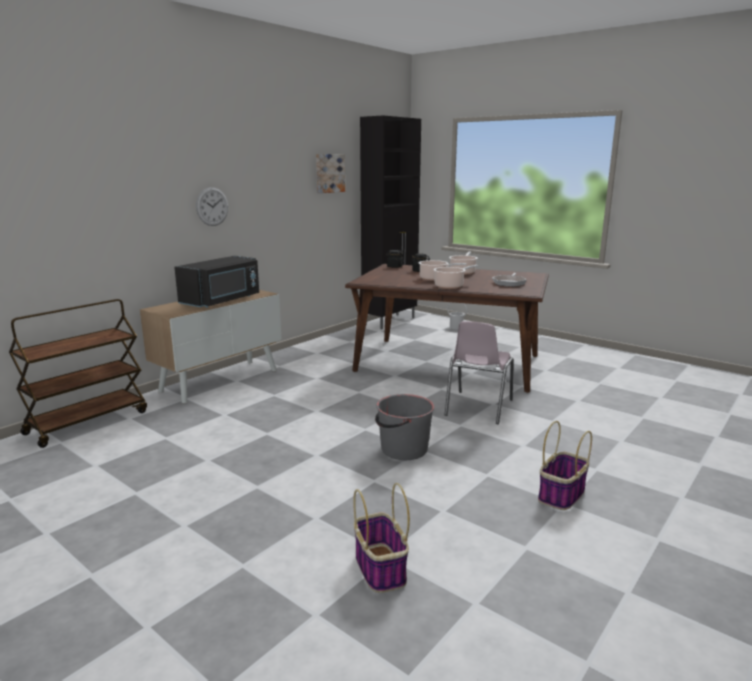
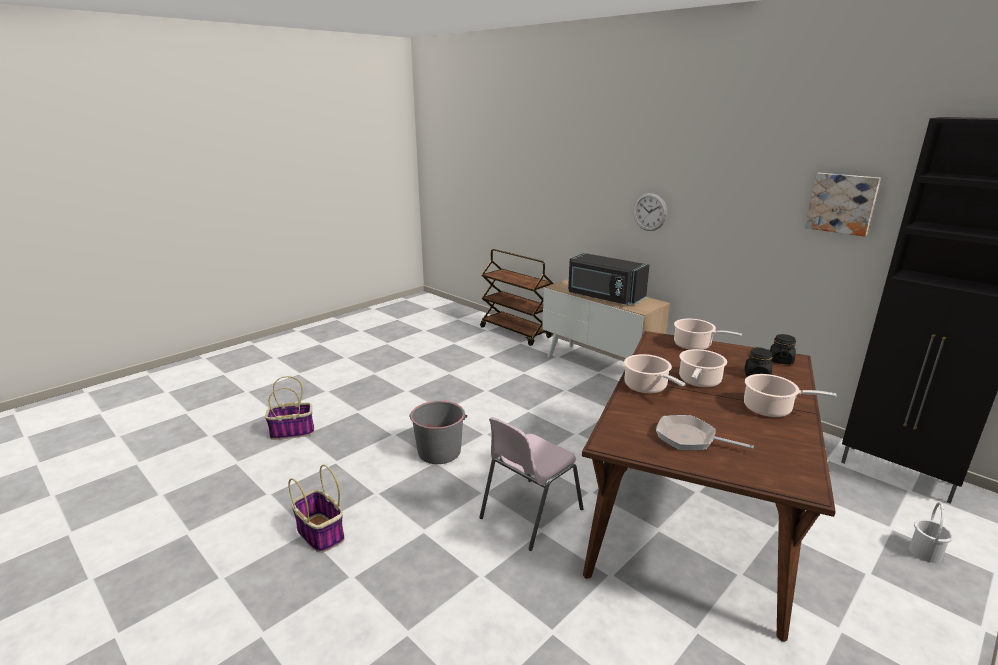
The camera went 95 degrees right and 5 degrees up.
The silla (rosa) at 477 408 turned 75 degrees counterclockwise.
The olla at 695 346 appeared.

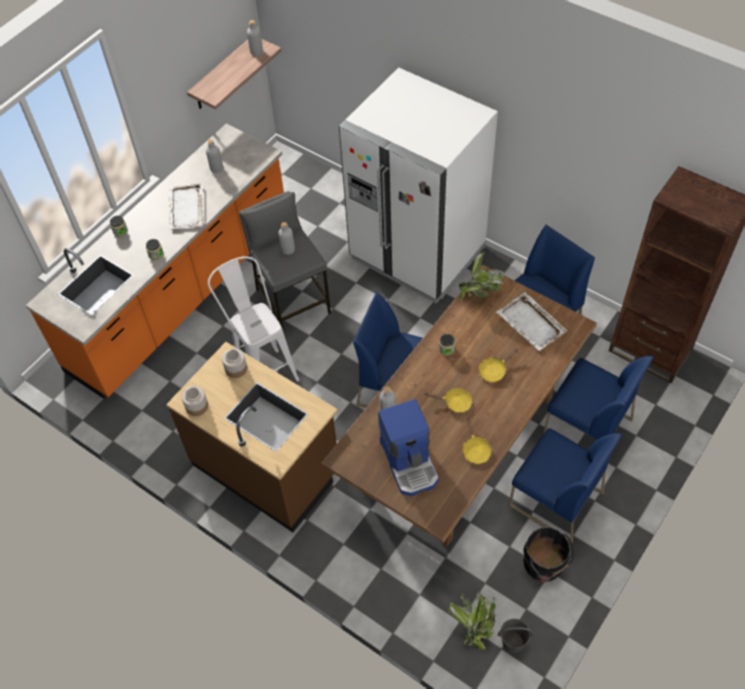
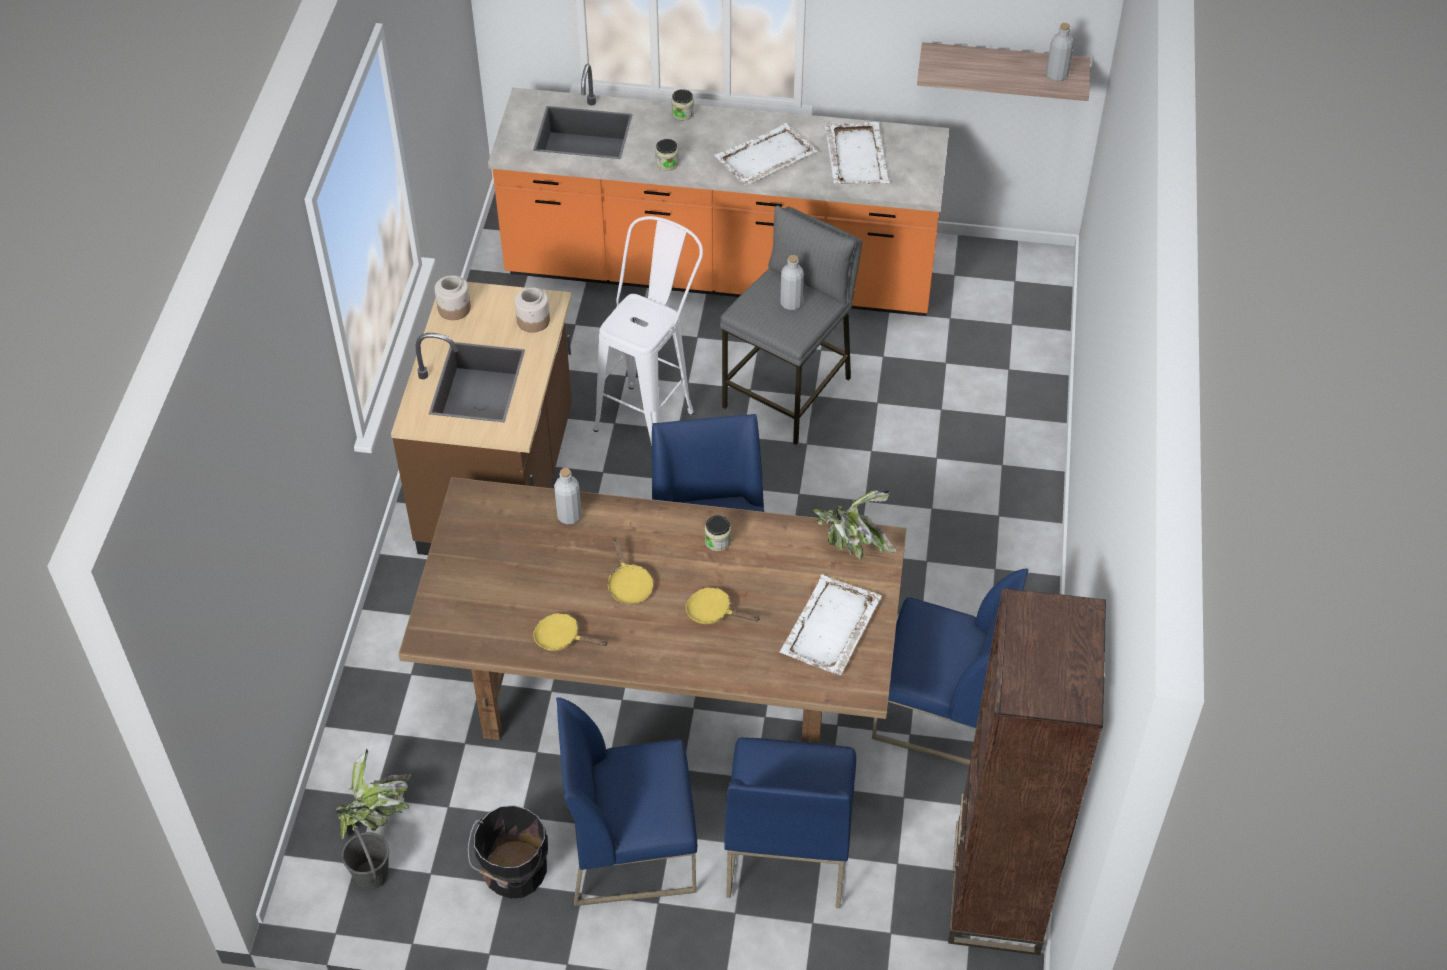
The camera went 60 degrees right and 5 degrees down.
The sartén (amarillo) at 475 449 turned 60 degrees clockwise.
The silla (azul) at 555 499 turned 75 degrees clockwise.
The botella (gris) at 216 169 was replaced by the bandeja (blanco) at 856 155.
The nevera (blanco) at 417 253 disappeared.
The cafetera at 410 462 disappeared.

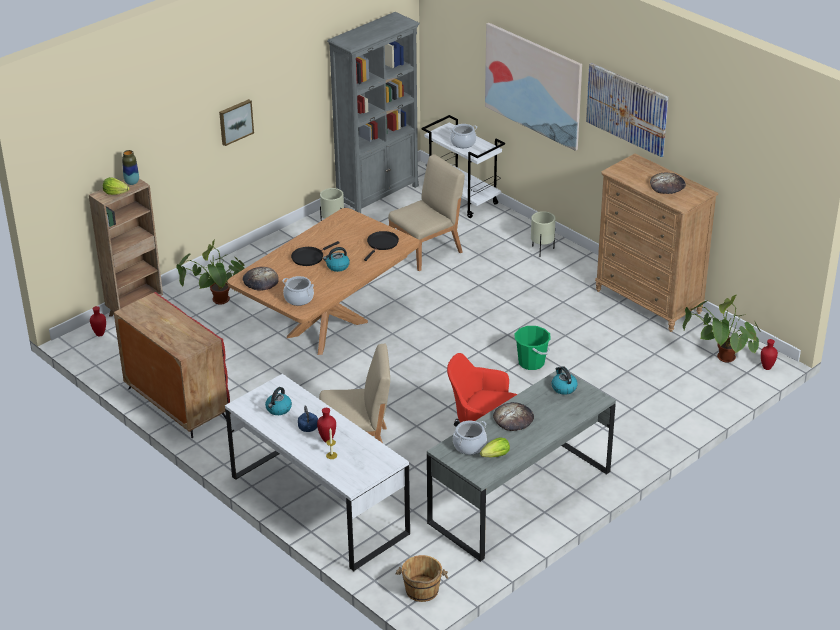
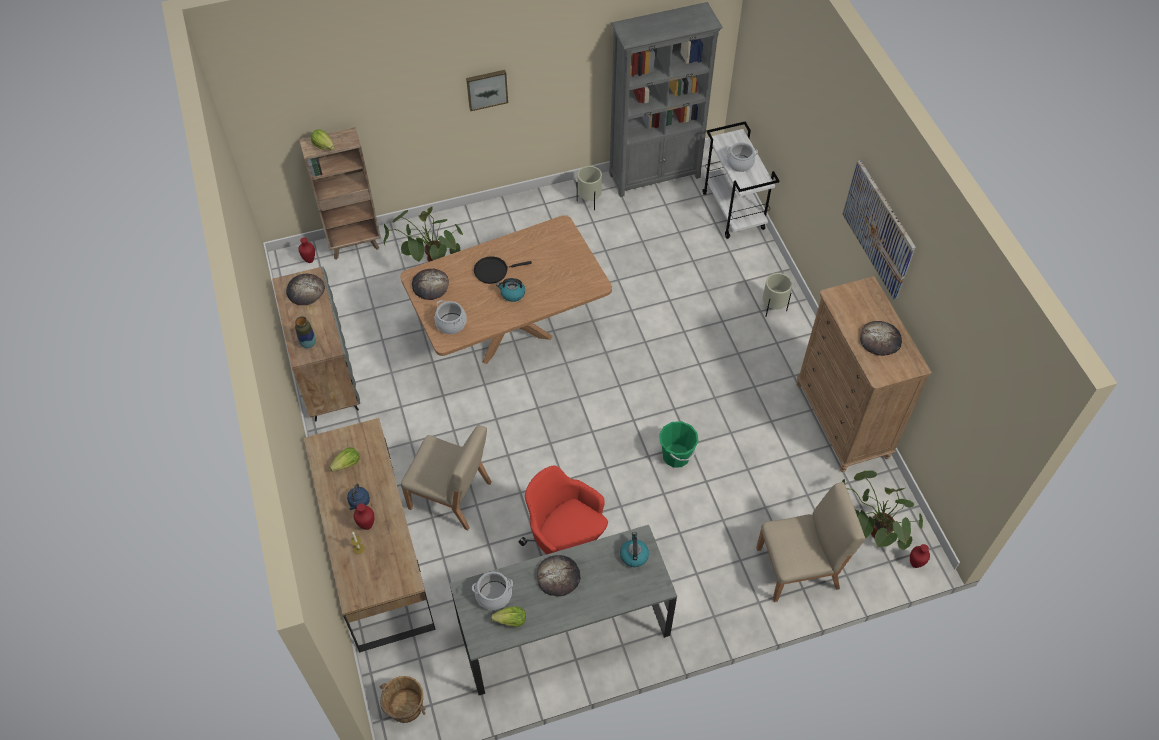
The camera went 25 degrees right and 20 degrees up.
The armario (rojo) at 176 403 became the armario (gris) at 326 372.
The pan at 305 290 appeared.
The florero moved from 132 182 to 308 344.
The escritorio (blanco) at 319 505 became the escritorio (marrón) at 376 554.
The hervidor at 278 409 was replaced by the lechuga at 347 464.
The silla (beis) moved from 427 251 to 799 568.
The sartén (negro) at 382 244 disappeared.
The cuadro at 533 85 disappeared.

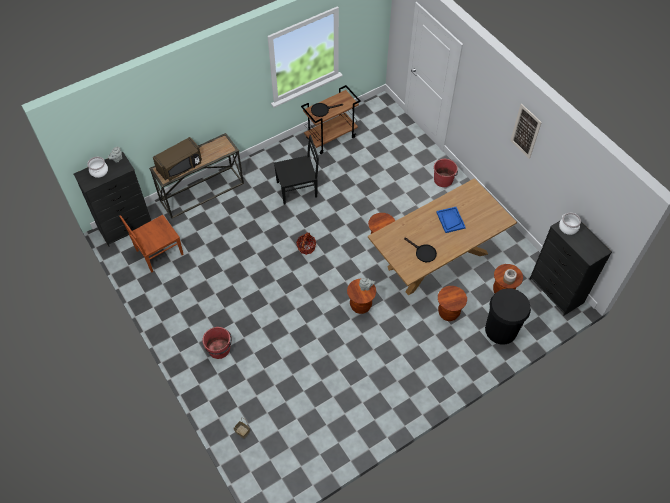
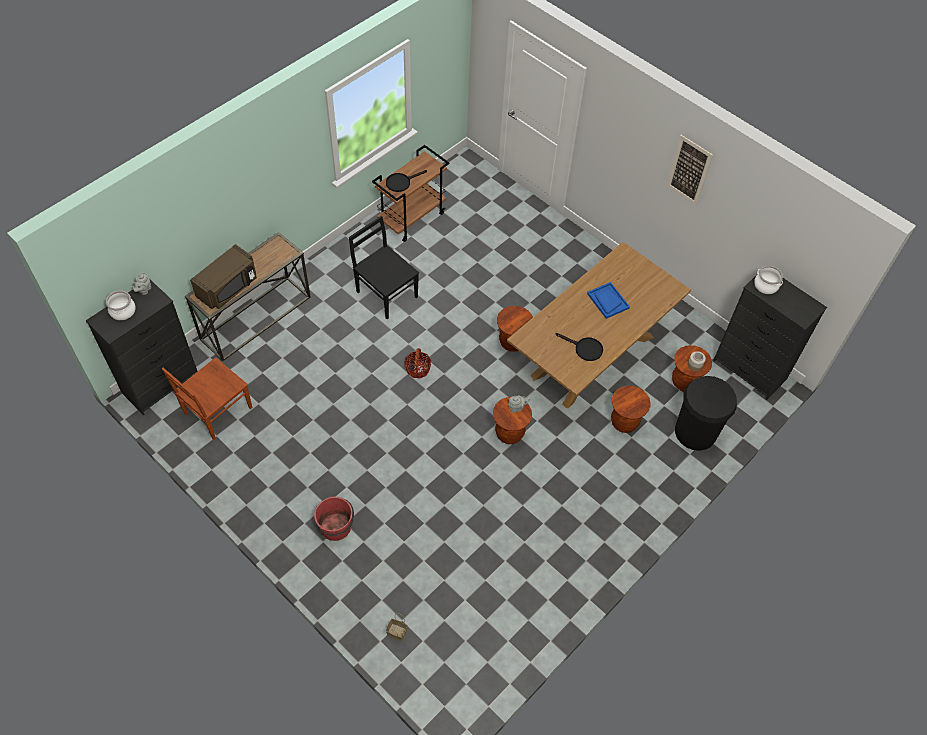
The camera went 15 degrees left and 0 degrees up.
The silla (negro) at 298 189 turned 105 degrees counterclockwise.
The cubo (rojo) at 443 180 disappeared.

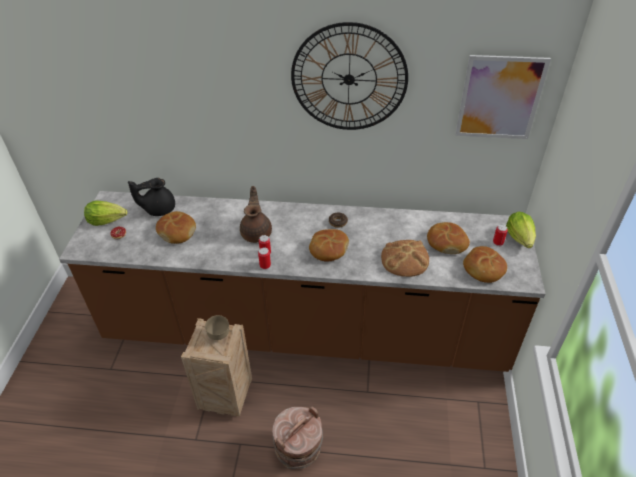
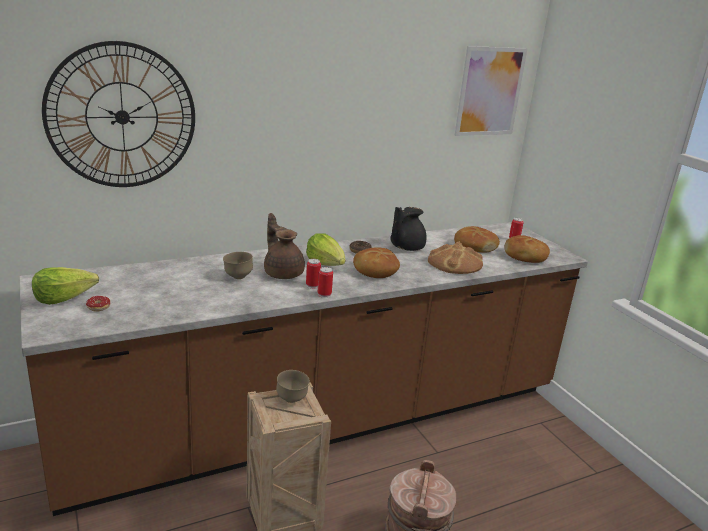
The camera went 35 degrees left and 20 degrees down.
The reloj de pared moved from 349 79 to 122 117.
The cuenco (marrón) at 237 277 appeared.
The lechuga moved from 520 238 to 326 264.
The tetera (negro) moved from 158 209 to 405 247.
The pan at 177 231 disappeared.

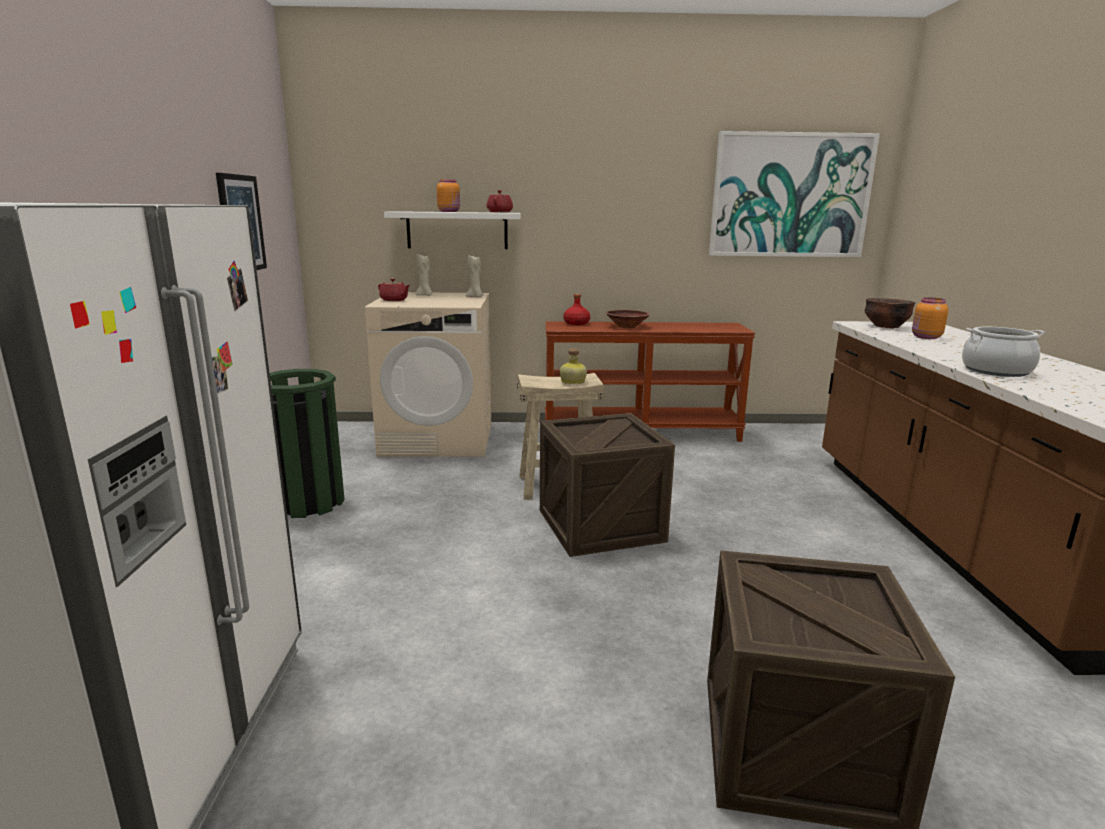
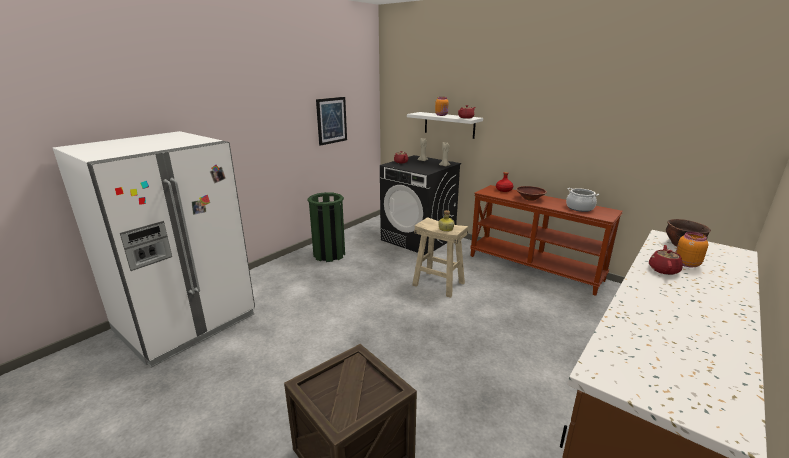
The camera went 40 degrees right and 5 degrees up.
The lavadora (beis) at 438 439 became the lavadora (negro) at 418 239.
The olla moved from 996 371 to 579 208.
The tetera (rojo) at 663 269 appeared.
The caja de embalaje at 600 525 disappeared.
The cuadro at 790 196 disappeared.

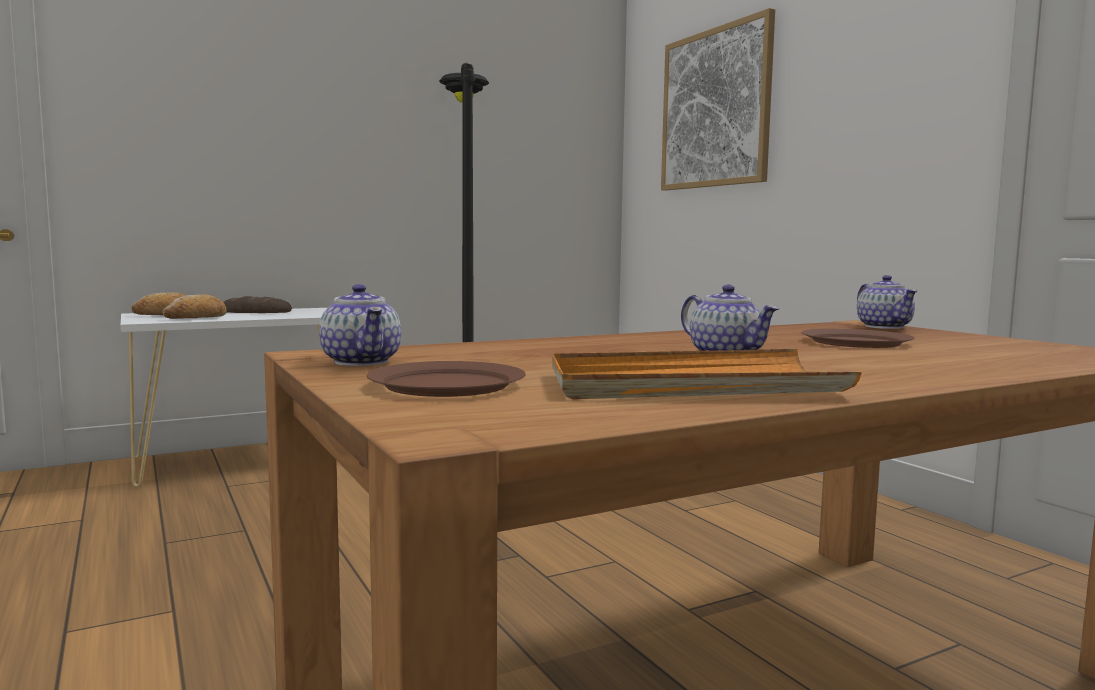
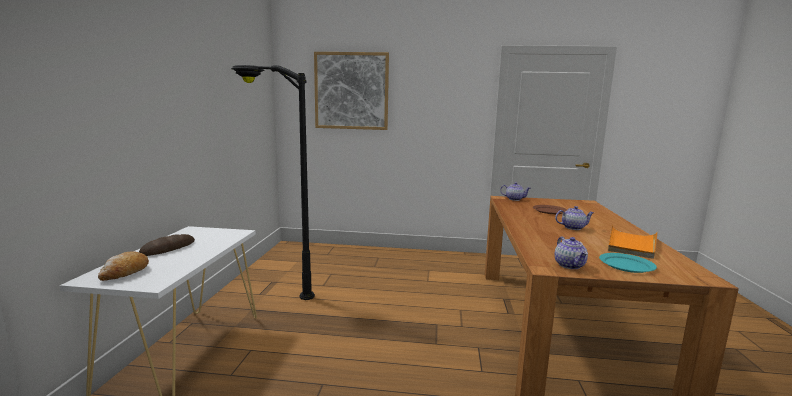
The camera went 55 degrees left and 5 degrees up.
The tetera at 362 362 turned 75 degrees clockwise.
The plato (marrón) at 446 384 became the plato (turquesa) at 626 265.
The pan at 196 318 disappeared.

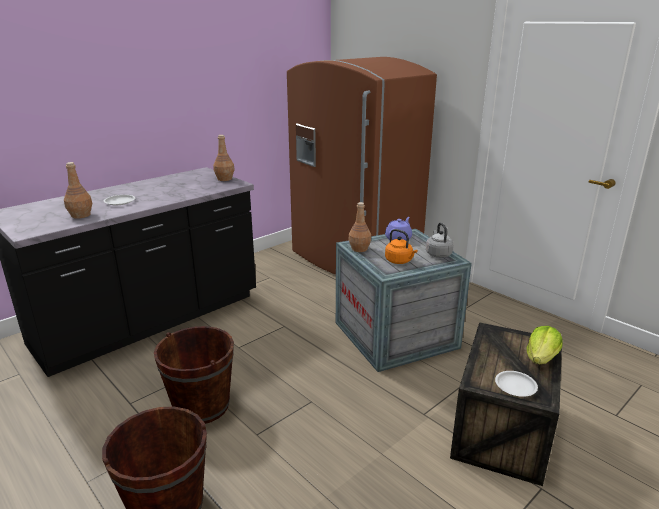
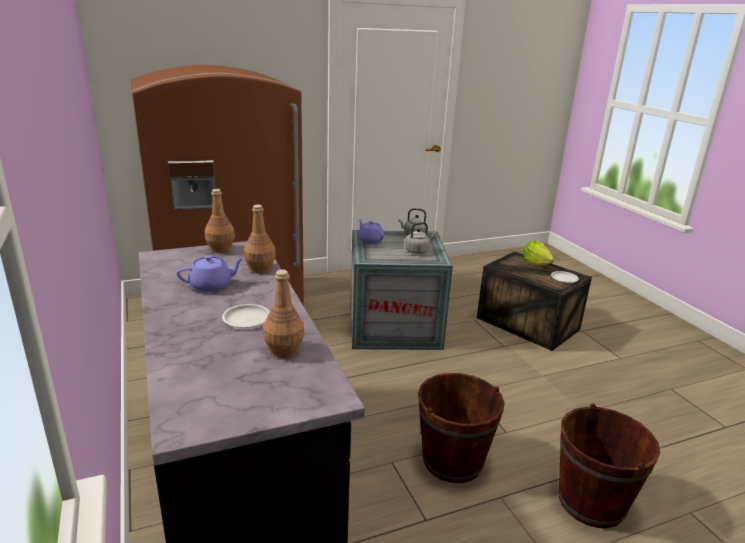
The camera went 70 degrees left and 0 degrees up.
The tetera (morado) at 212 285 appeared.
The botella (marrón) moved from 359 249 to 260 269.
The hervidor (naranja) at 399 261 became the hervidor (gris) at 418 251.

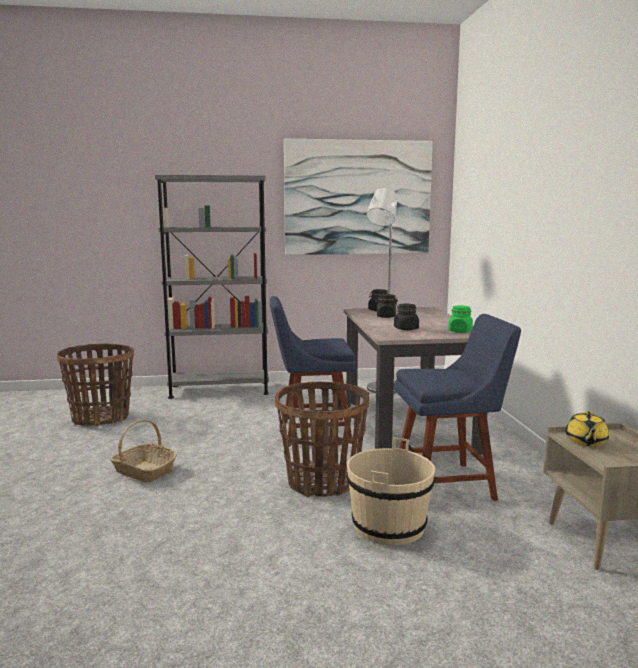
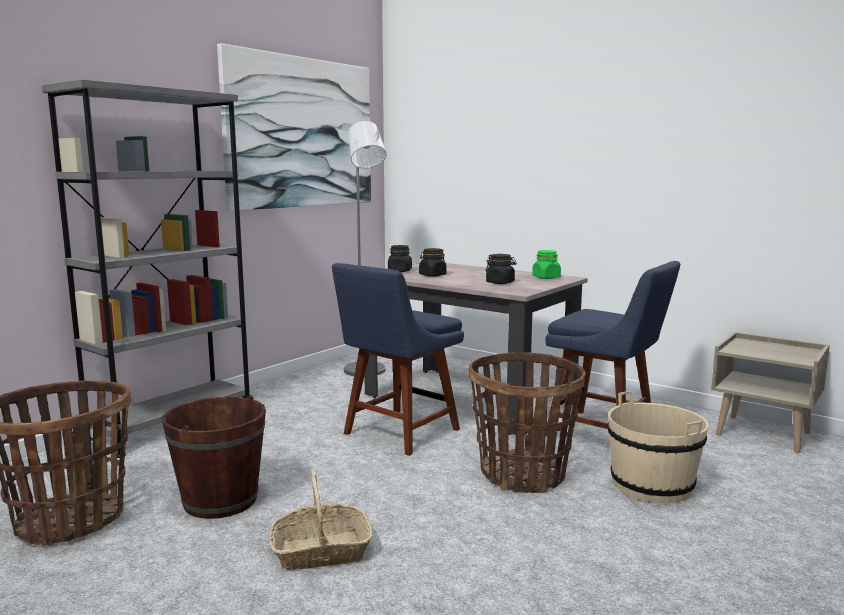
The camera went 45 degrees left and 0 degrees up.
The cubo (marrón) at 220 501 appeared.
The silla (azul) at 449 483 turned 90 degrees clockwise.
The tetera (amarillo) at 586 442 disappeared.

